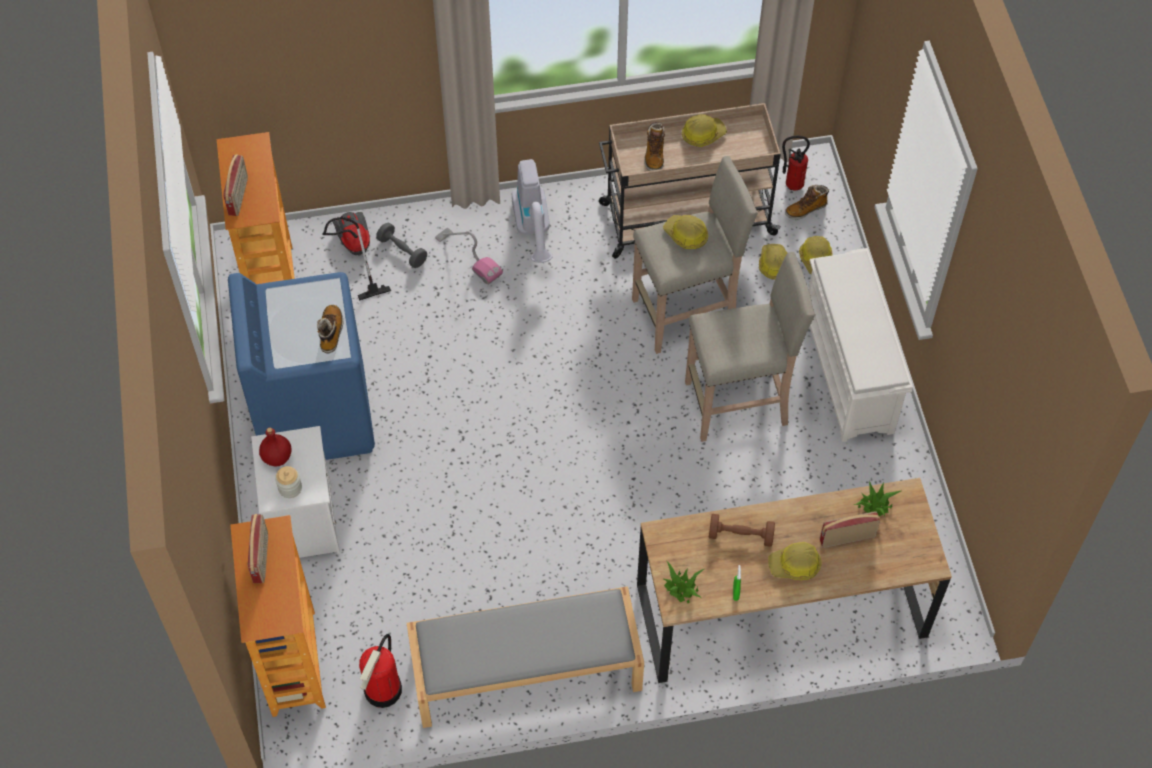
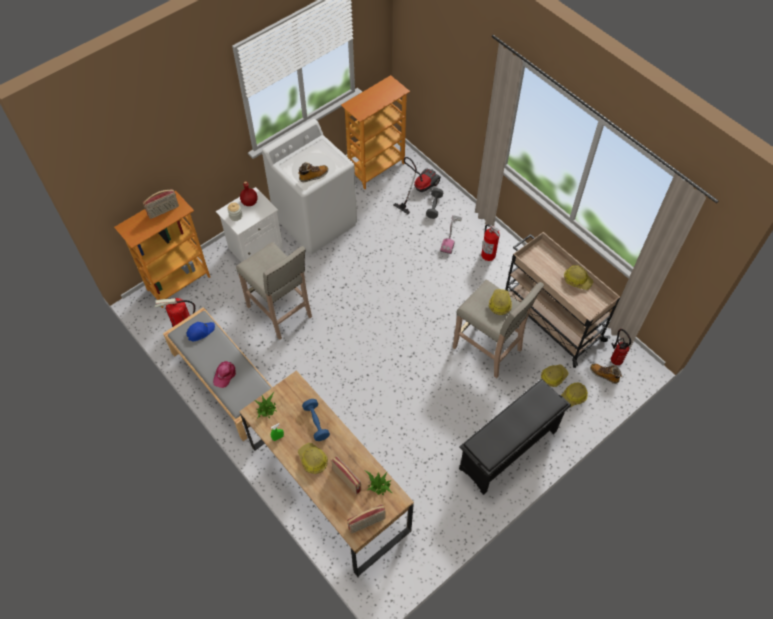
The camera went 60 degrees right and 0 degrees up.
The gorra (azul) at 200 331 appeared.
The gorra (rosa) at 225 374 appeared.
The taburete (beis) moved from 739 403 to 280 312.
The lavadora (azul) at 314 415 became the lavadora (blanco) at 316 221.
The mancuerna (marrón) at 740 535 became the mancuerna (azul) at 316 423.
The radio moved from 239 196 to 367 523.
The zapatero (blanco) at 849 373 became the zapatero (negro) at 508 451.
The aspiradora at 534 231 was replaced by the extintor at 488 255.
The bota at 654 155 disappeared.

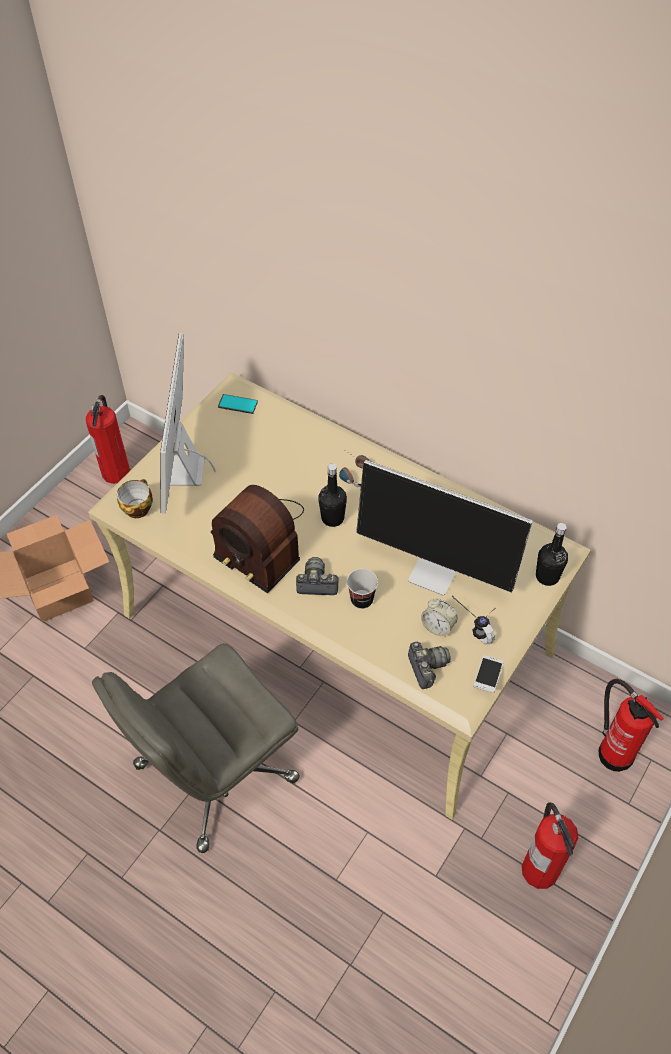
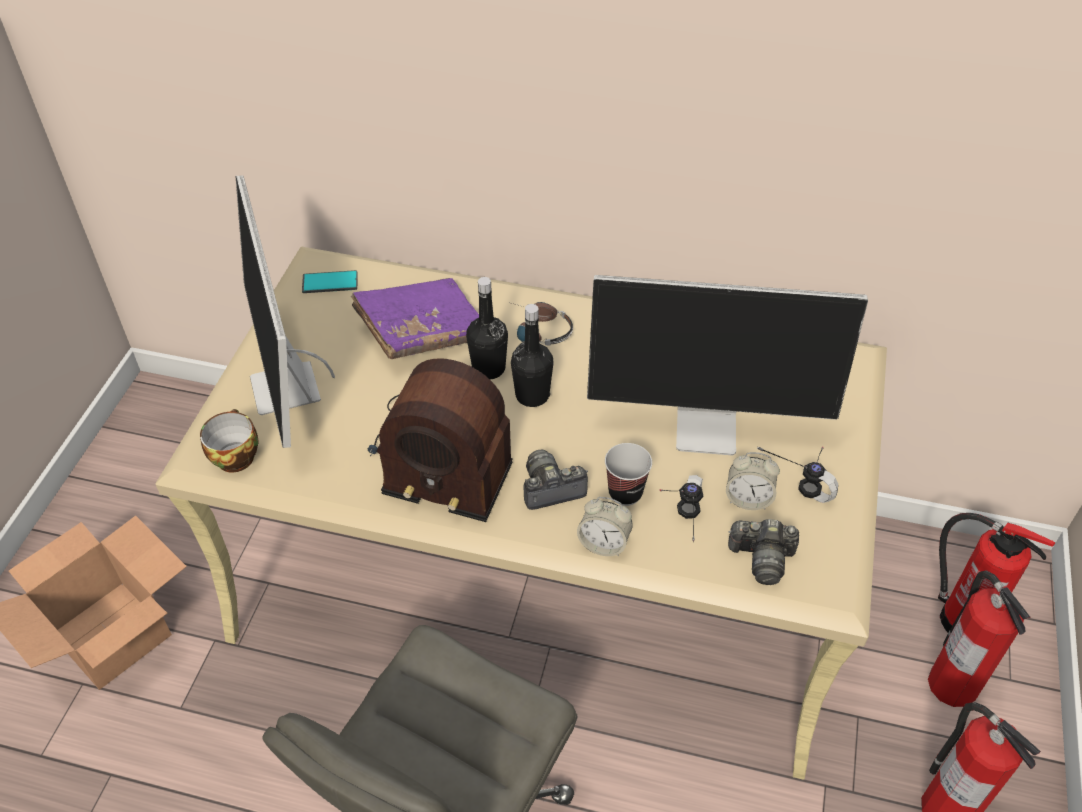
The camera went 20 degrees left and 5 degrees down.
The libro (morado) at 422 332 appeared.
The botella (negro) moved from 547 576 to 488 368.
The despertador at 603 543 appeared.
The auriculares at 677 522 appeared.
The cámara at 427 667 turned 135 degrees clockwise.
The extintor moved from 116 472 to 952 683.
The móvil at 487 677 disappeared.

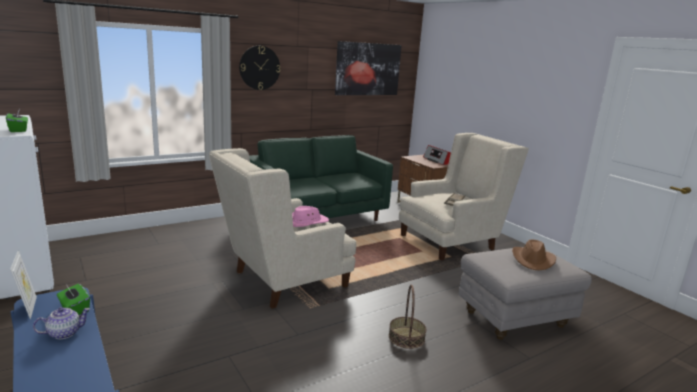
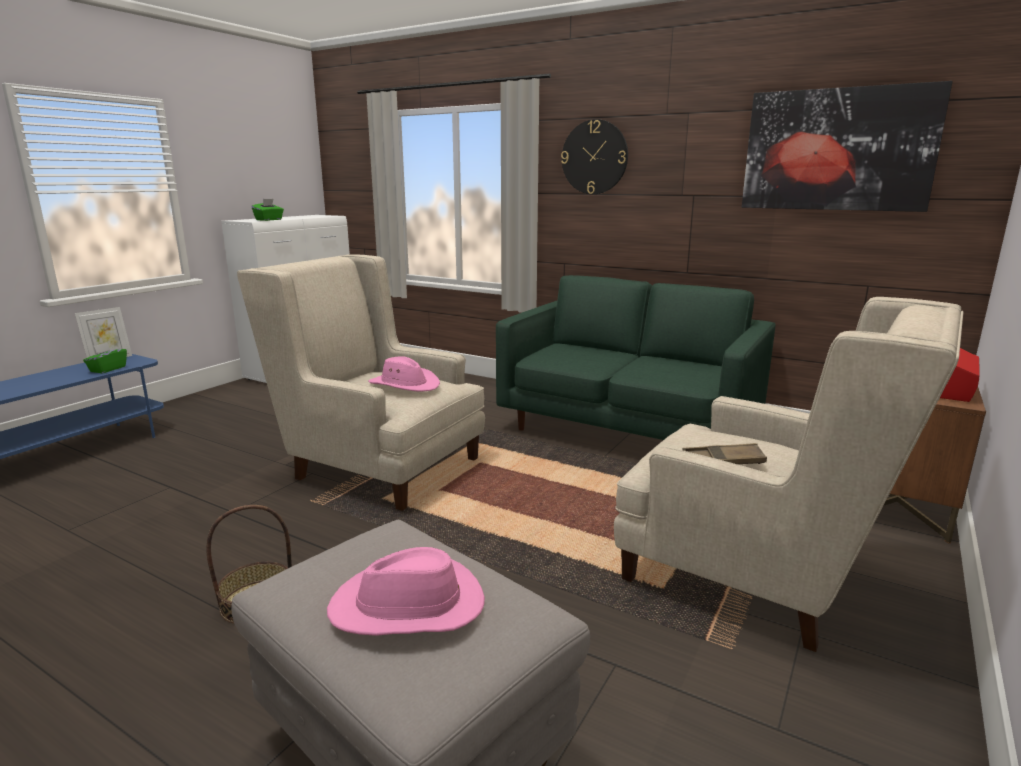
The camera went 65 degrees right and 0 degrees up.
The sombrero (marrón) at 533 260 became the sombrero (rosa) at 408 606.
The tetera at 64 333 disappeared.

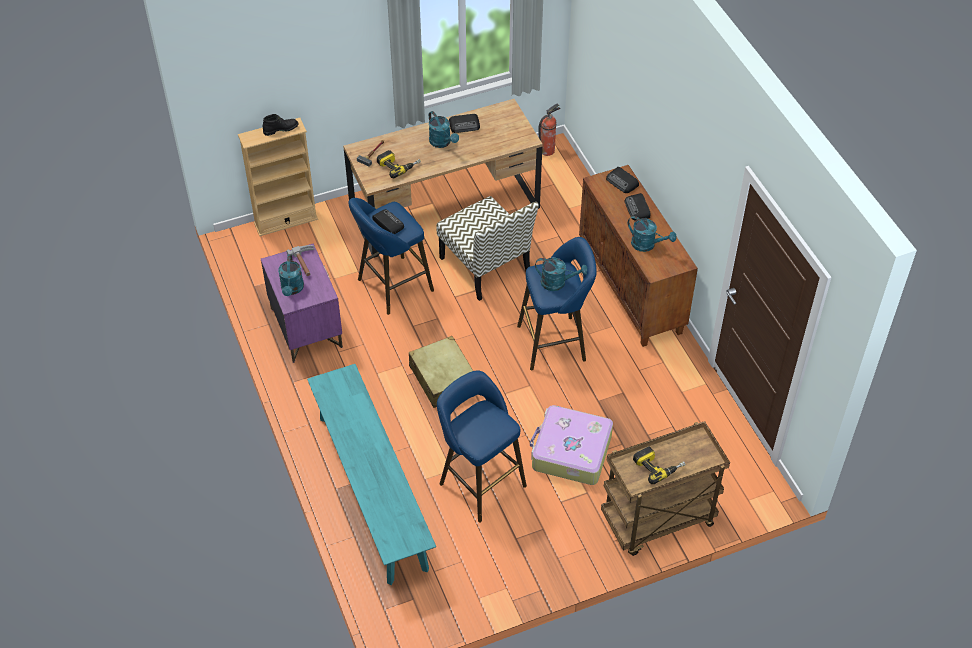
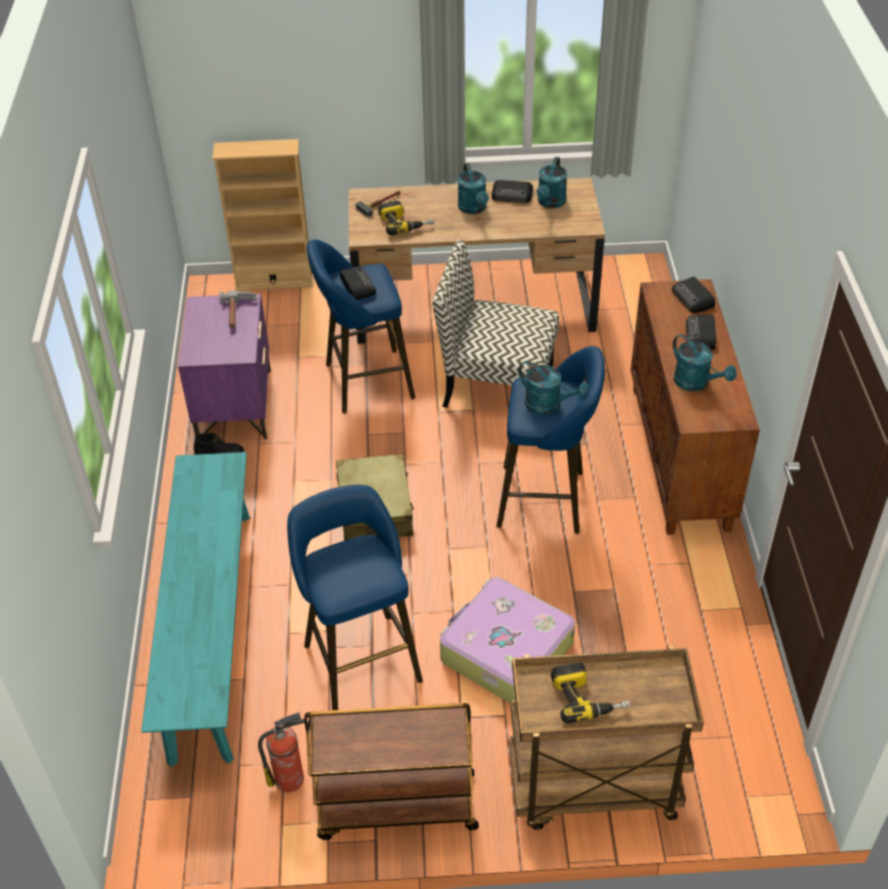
The camera went 20 degrees right and 5 degrees down.
The bota (negro) moved from 281 129 to 220 454.
The extintor moved from 547 150 to 291 778.
The carrito (marrón) at 395 807 appeared.
The silla at 486 266 turned 120 degrees clockwise.
The regadera (turquesa) moved from 292 289 to 550 203.

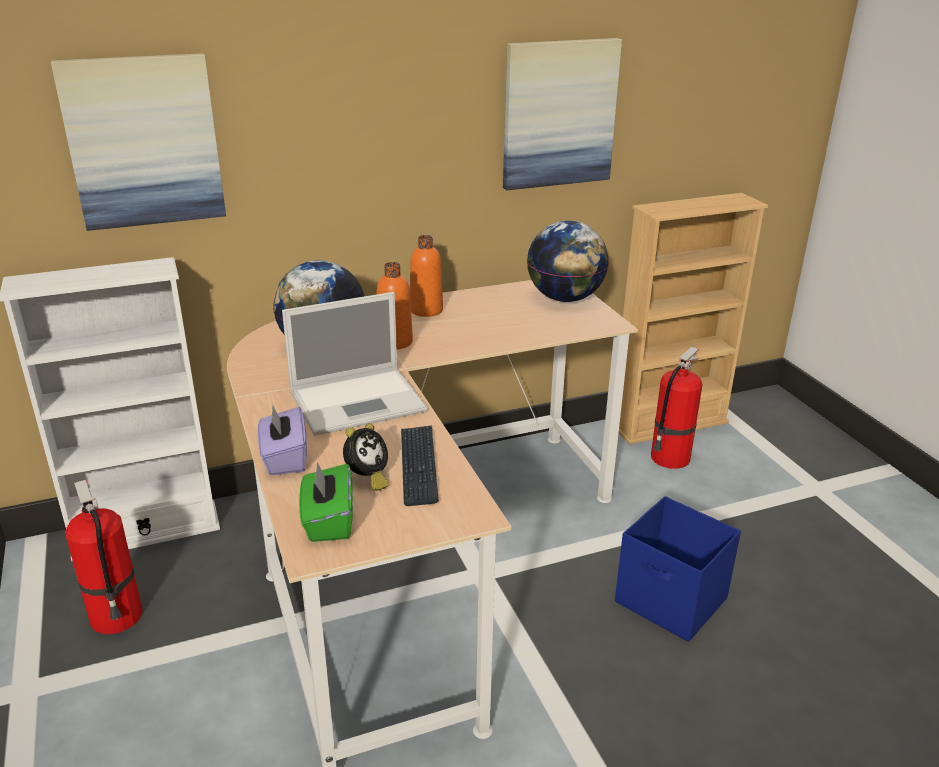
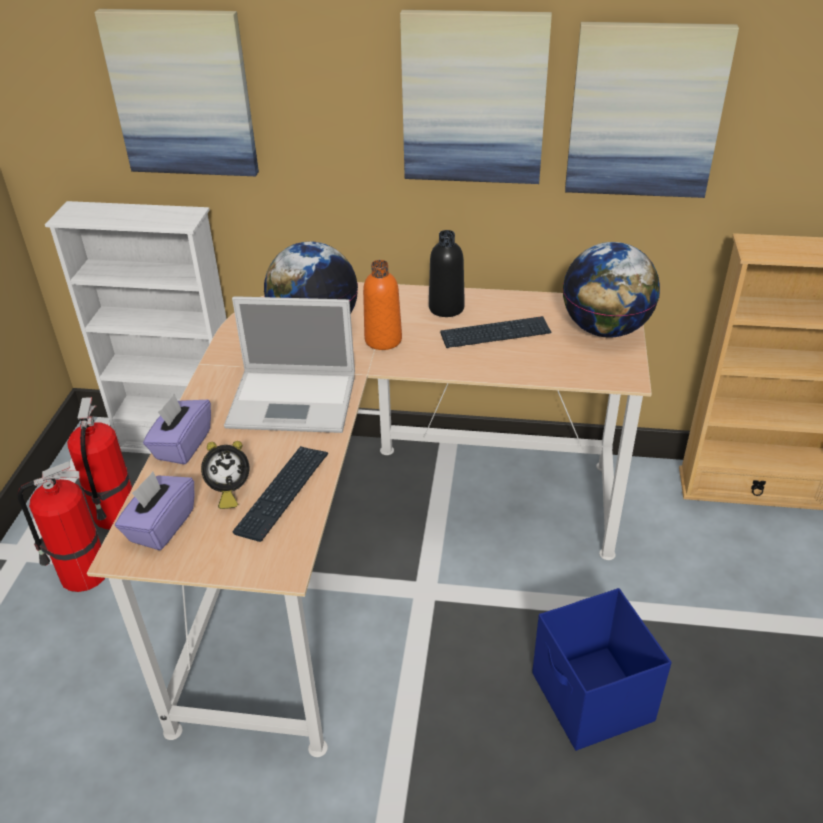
The camera went 30 degrees right and 10 degrees up.
The extintor moved from 669 458 to 81 574.
The caja de pañuelos (verde) at 328 521 became the caja de pañuelos (morado) at 161 526.
The cuadro at 474 98 appeared.
The botella (naranja) at 426 310 became the botella (negro) at 446 308.
The teclado at 495 334 appeared.

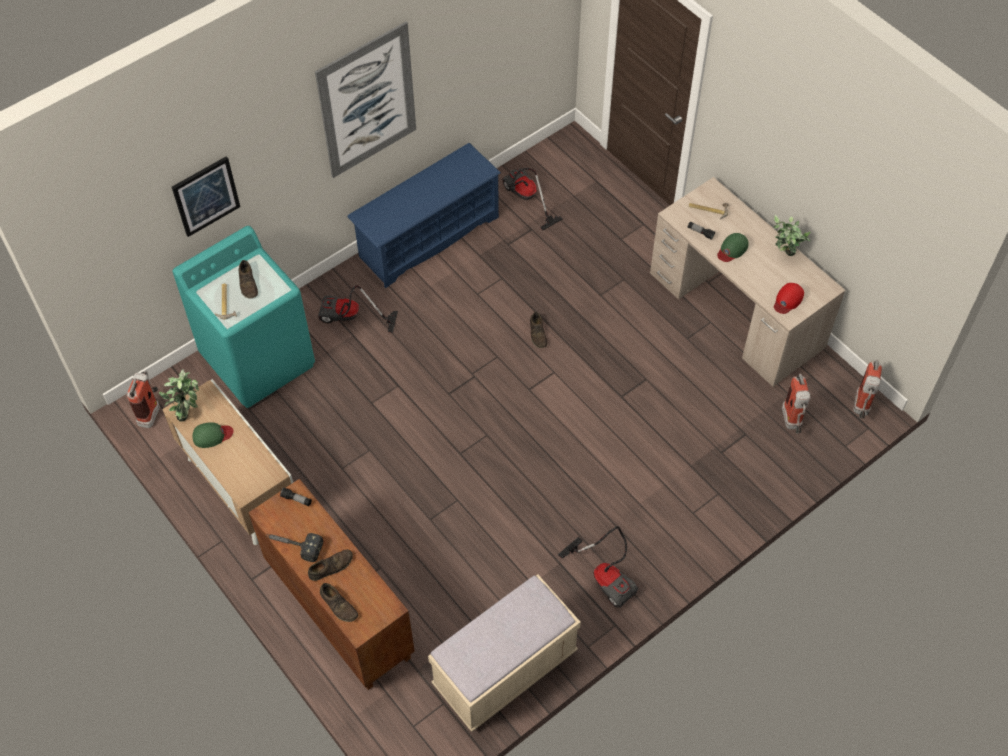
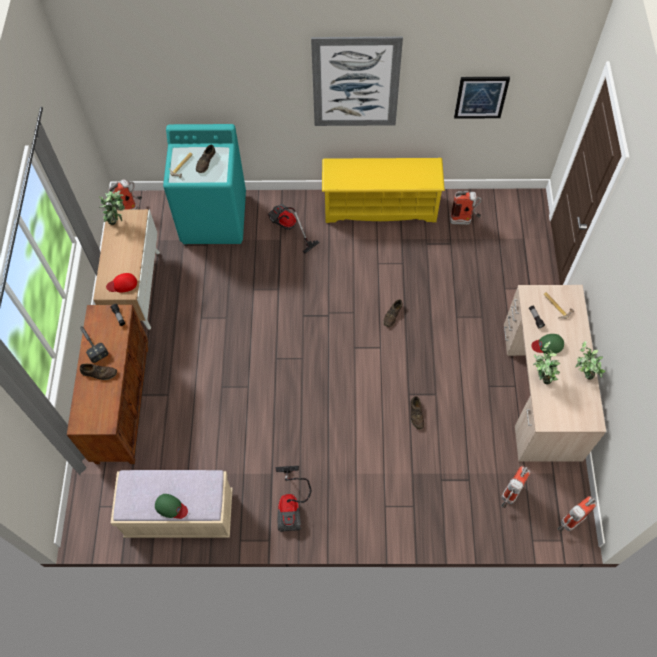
The camera went 40 degrees right and 5 degrees up.
The gorra (rojo) moved from 788 300 to 122 284.
The gorra (verde) moved from 212 435 to 171 507.
The zapatero (azul) at 428 237 became the zapatero (amarillo) at 380 207.
The zapato (marrón) moved from 338 605 to 416 414.
The aspiradora at 525 199 was replaced by the extintor at 464 221.
The cuadro moved from 205 196 to 481 97.
The planta en maceta at 540 378 appeared.

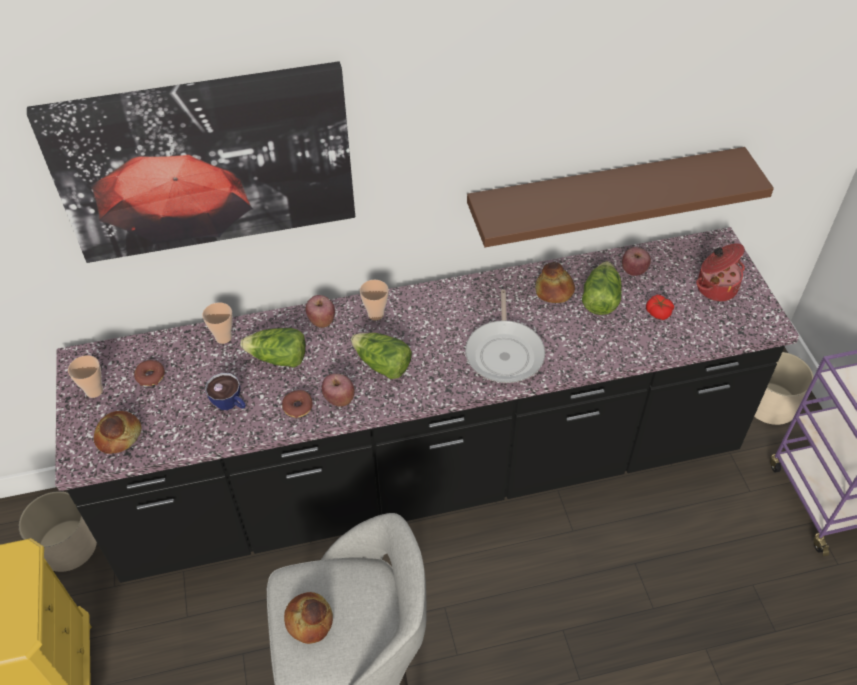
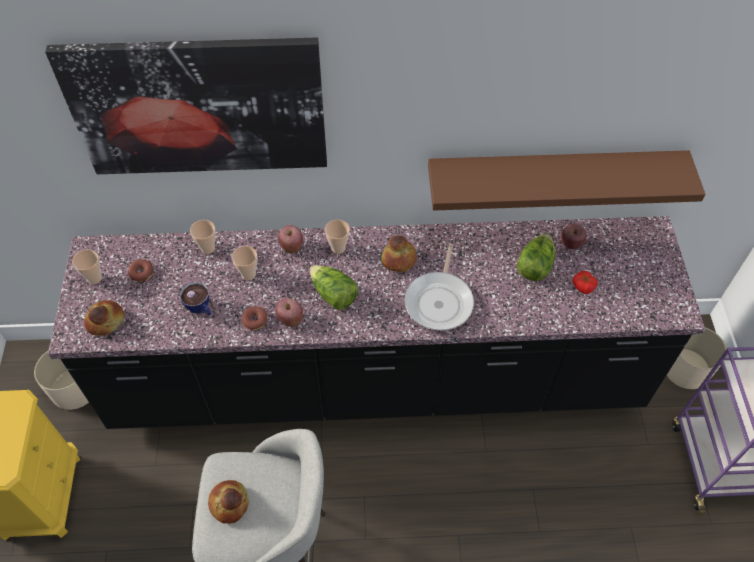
The camera went 10 degrees right and 5 degrees up.
The lechuga at 278 358 was replaced by the taza at 248 274.
The pan moved from 553 291 to 398 259.
The olla at 715 287 disappeared.

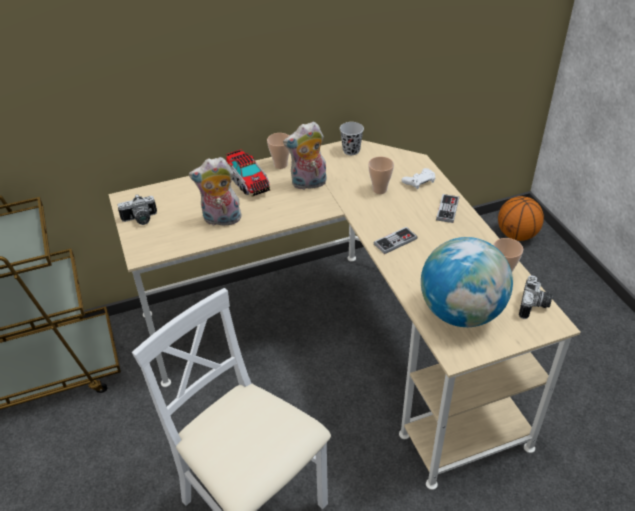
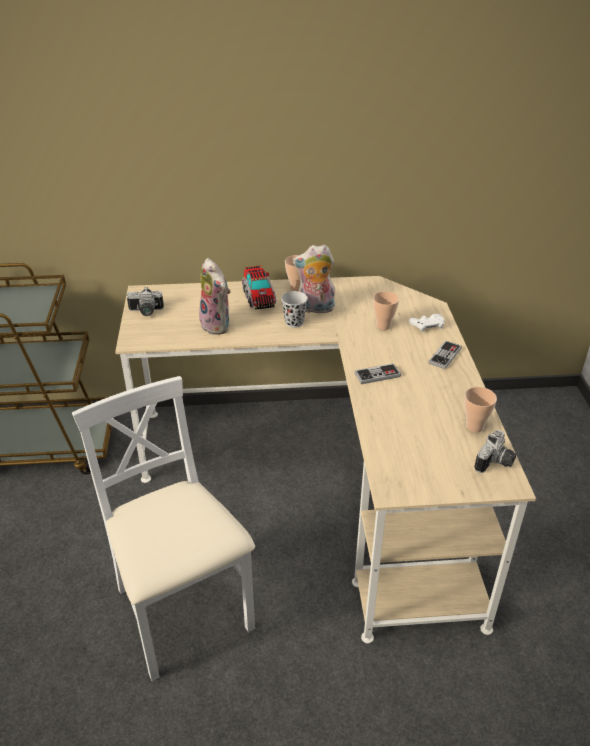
The camera went 15 degrees right and 5 degrees down.
The peluche at 221 220 turned 135 degrees counterclockwise.
The taza (negro) moved from 351 150 to 294 322.
The globo terráqueo at 461 312 disappeared.
The balón de baloncesto at 517 235 disappeared.

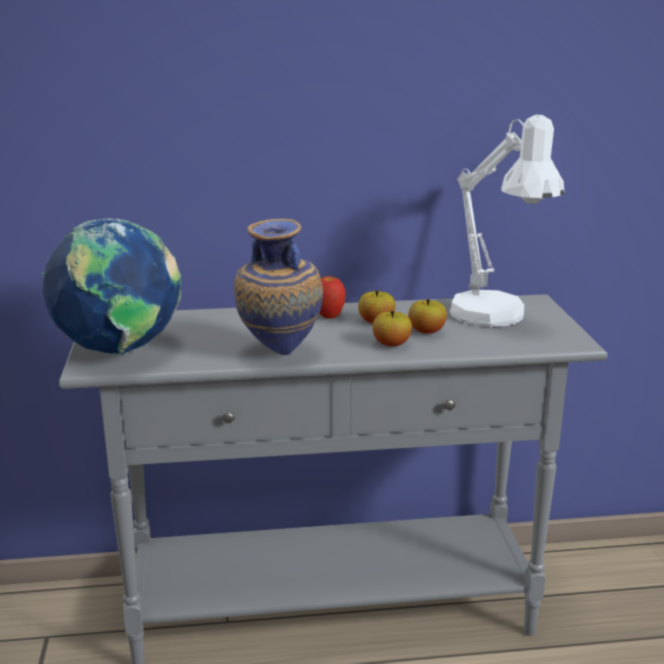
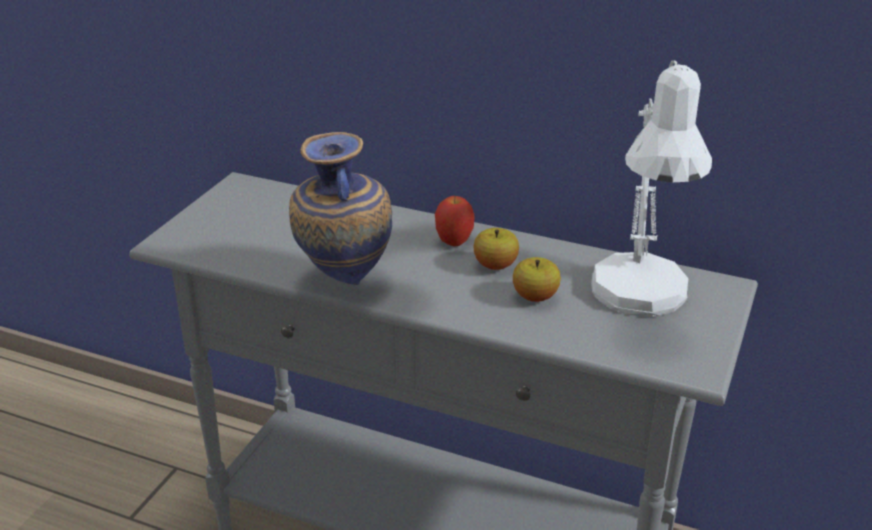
The camera went 30 degrees right and 10 degrees up.
The globo terráqueo at 120 352 disappeared.
The manzana at 391 344 disappeared.

